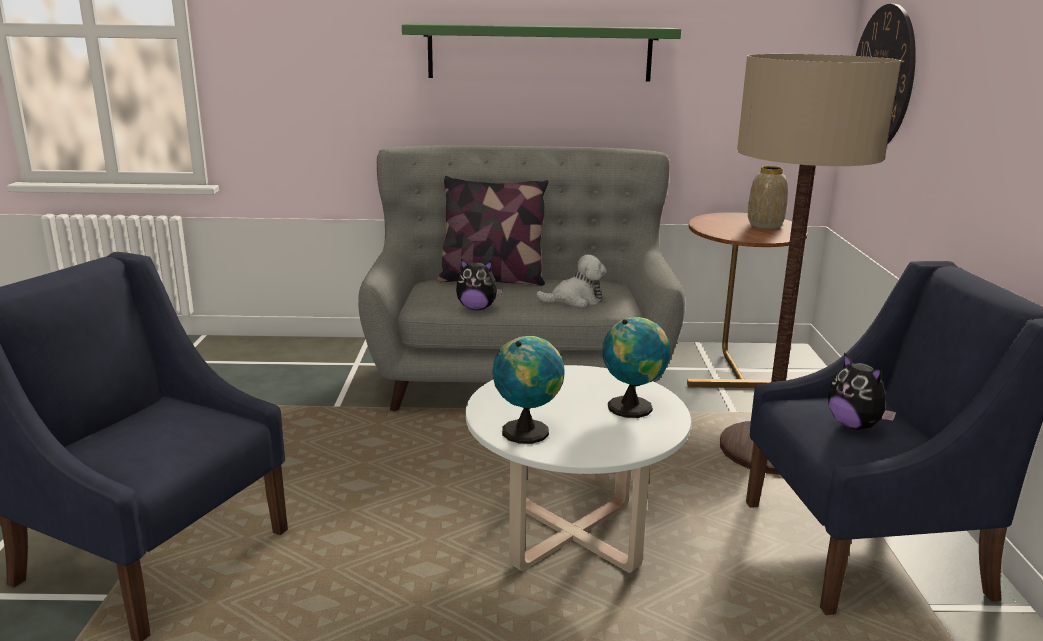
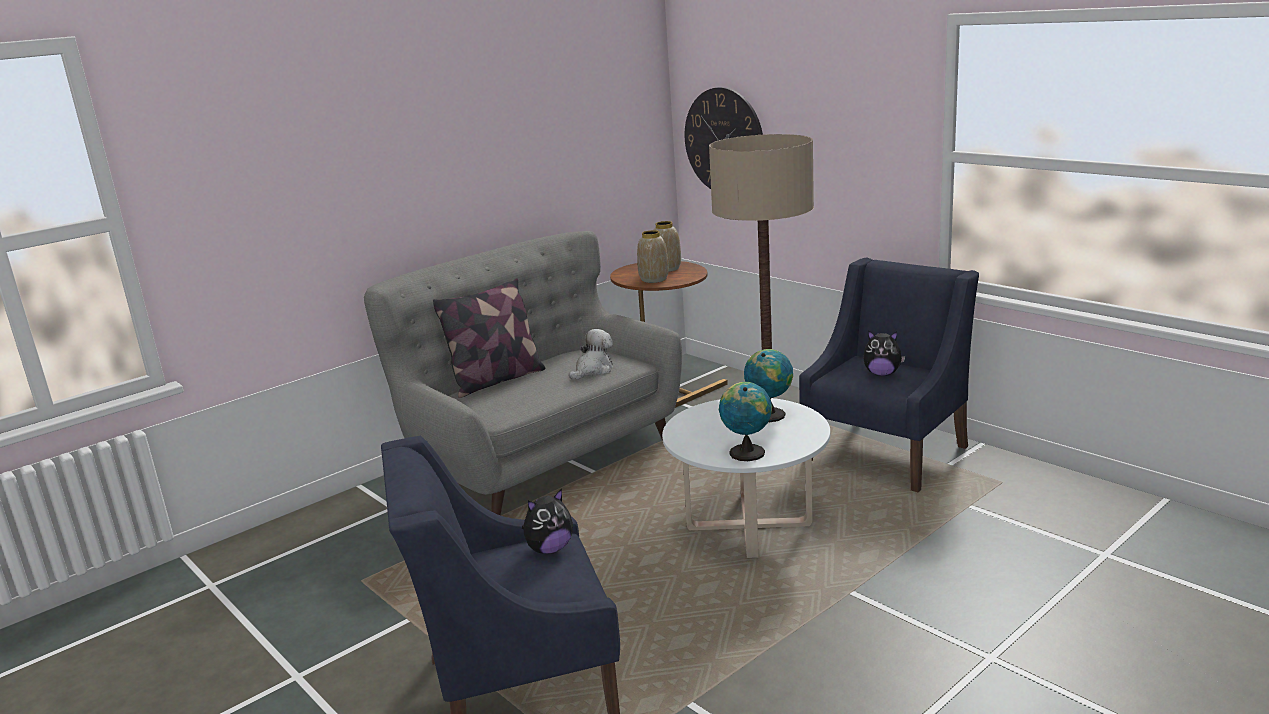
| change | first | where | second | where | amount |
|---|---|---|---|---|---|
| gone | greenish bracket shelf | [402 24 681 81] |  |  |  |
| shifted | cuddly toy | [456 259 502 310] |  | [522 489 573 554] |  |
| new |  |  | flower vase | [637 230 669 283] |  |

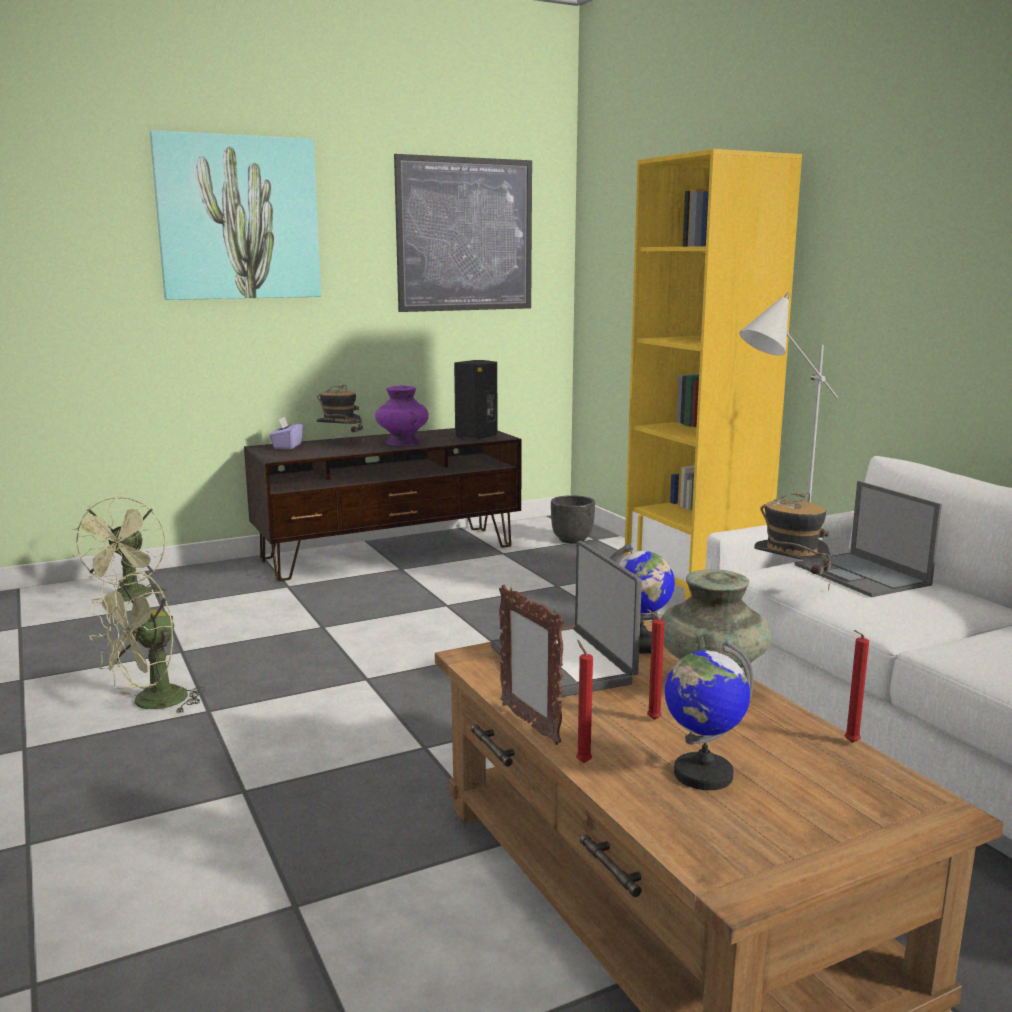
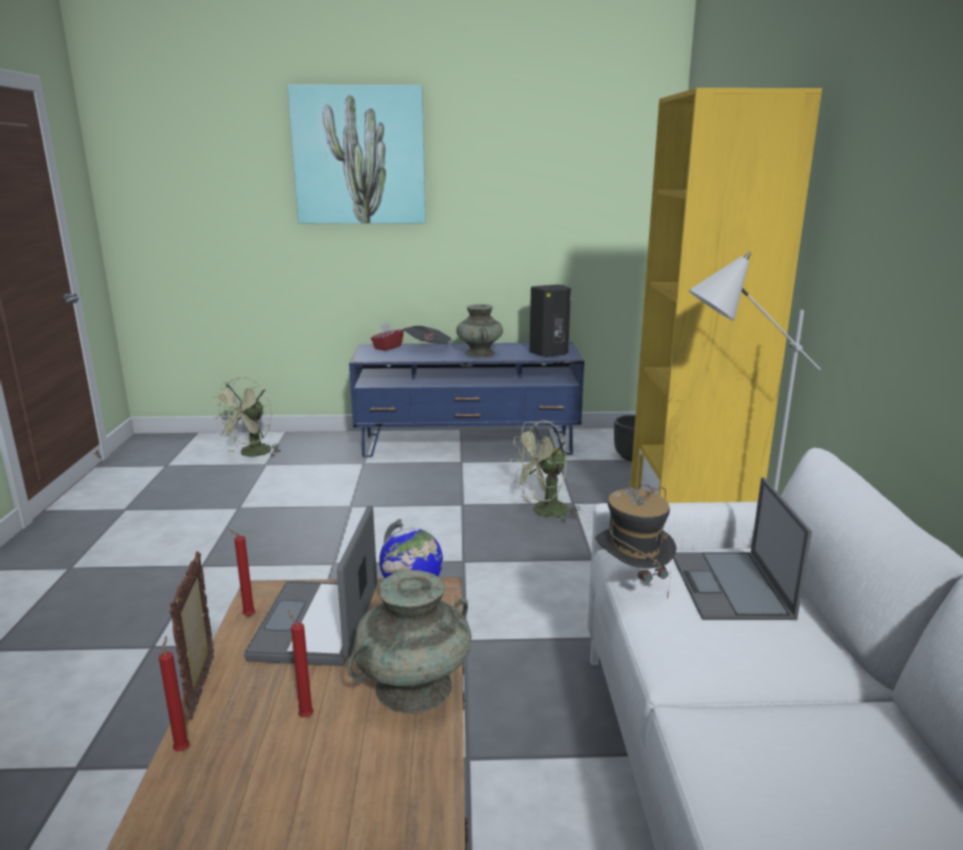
| change | first | where | second | where | amount |
|---|---|---|---|---|---|
| gone | picture | [394 154 532 312] |  |  |  |
| swapped | clothing hat | [316 385 364 443] | daily paper | [402 326 452 344] |  |
| repainted | purple flower vase | [375 385 429 446] | blue-green flower vase | [456 304 503 357] |  |
| repainted | purple tissue box | [269 417 303 449] | reddish tissue box | [371 323 404 351] |  |
| repainted | brownish tv stand | [244 428 522 581] | bluish tv stand | [349 342 584 457] |  |
| shifted | greenish electric fan | [90 572 205 714] |  | [510 420 580 523] |  |
| shifted | reddish wax candle | [845 630 869 743] |  | [228 529 255 616] |  |
| gone | world globe | [665 641 754 790] |  |  |  |

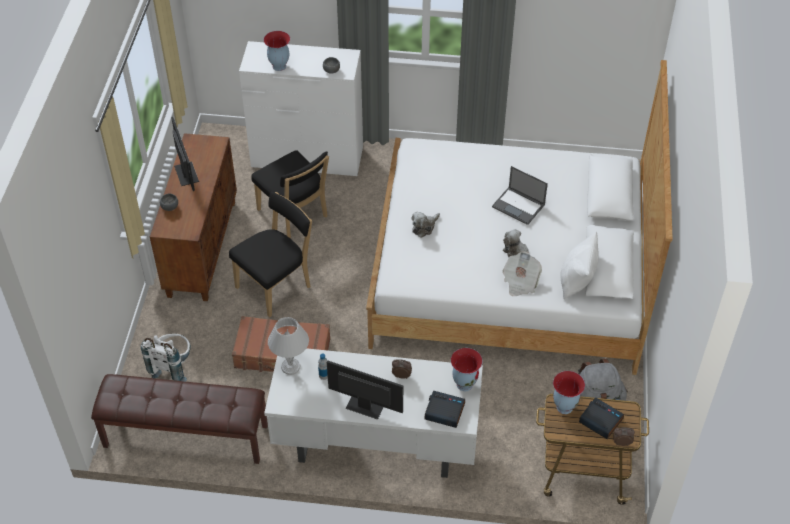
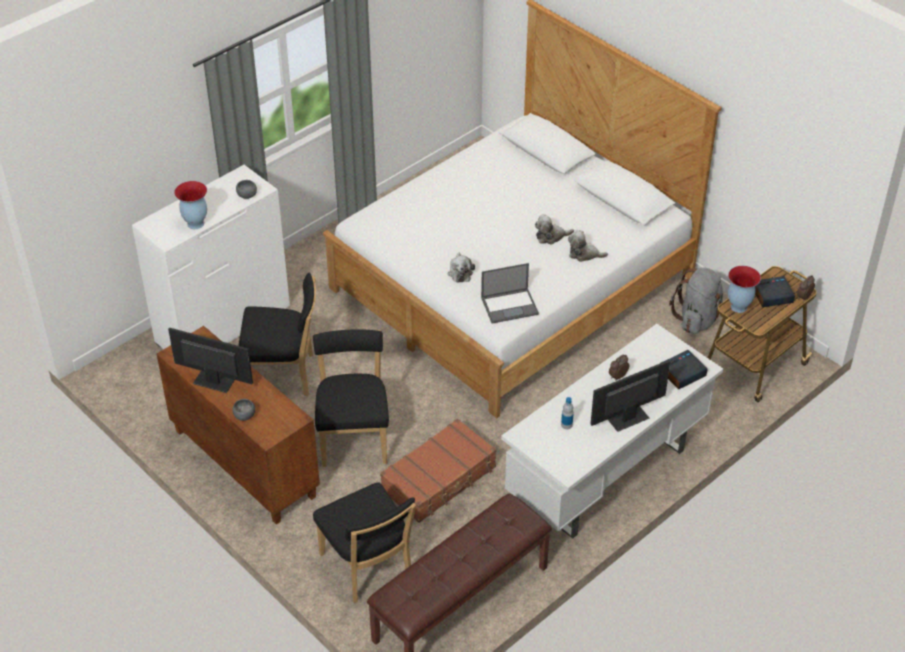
| change | first | where | second | where | amount |
|---|---|---|---|---|---|
| shifted | laptop | [492 166 548 225] |  | [481 263 539 324] |  |
| gone | white-coloured throw pillow | [560 231 599 299] |  |  |  |
| swapped | daily paper | [502 251 542 296] | cuddly toy | [568 230 608 262] |  |
| gone | white-coloured table lamp | [267 317 309 375] |  |  |  |
| swapped | white-coloured rucksack | [141 334 191 382] | black chair | [313 482 416 603] |  |
| gone | flower vase | [451 348 483 391] |  |  |  |

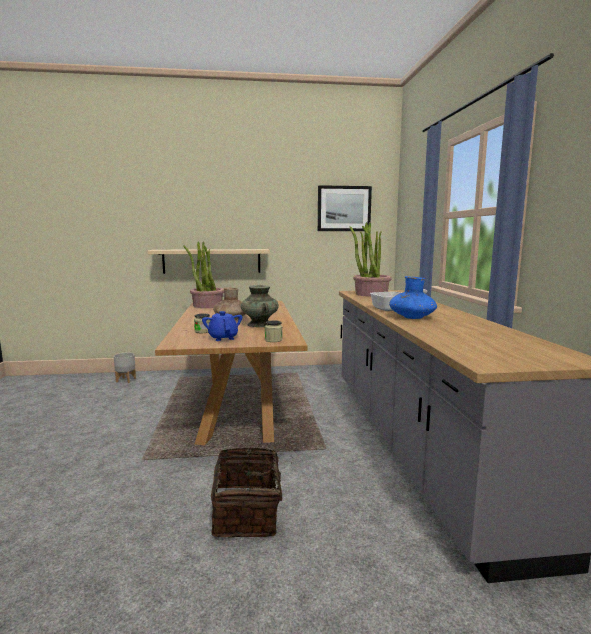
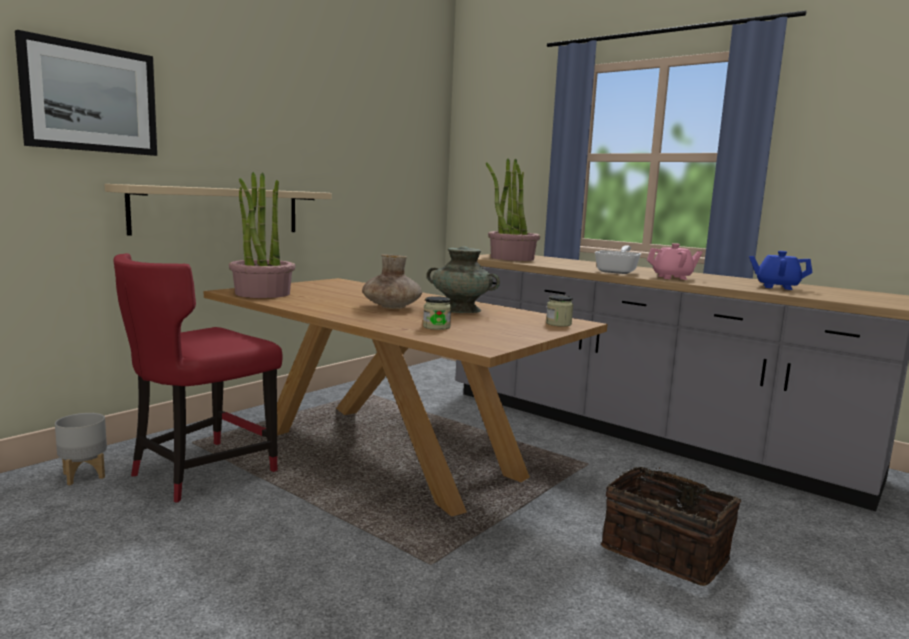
| change | first | where | second | where | amount |
|---|---|---|---|---|---|
| shifted | picture | [318 185 372 231] |  | [15 30 157 156] |  |
| swapped | bluish flower vase | [389 276 437 319] | pinkish pot for tea | [647 243 703 280] |  |
| shifted | bluish pot for tea | [202 311 242 341] |  | [749 251 813 290] |  |
| new |  |  | reddish chair | [113 253 283 503] |  |

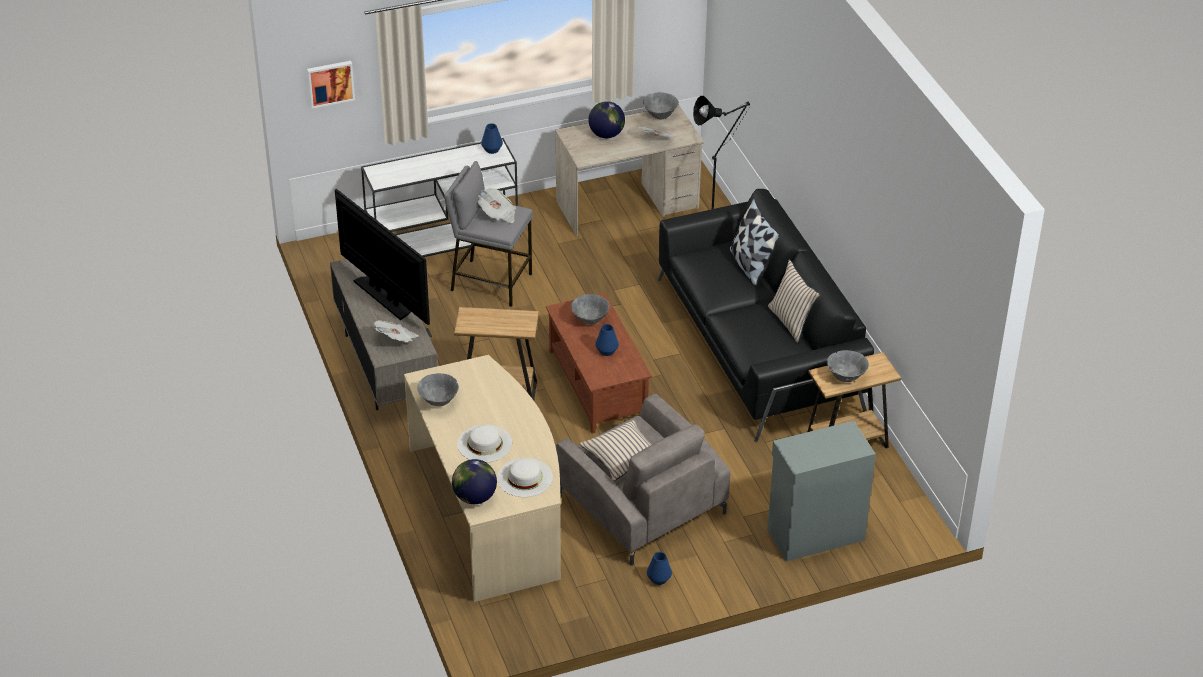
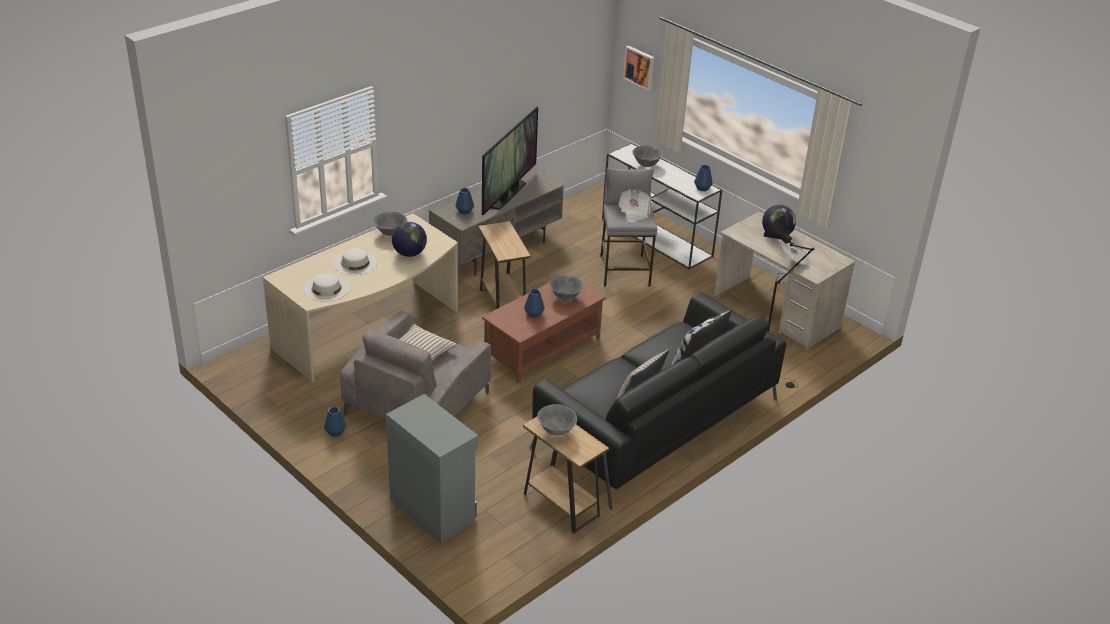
| change | first | where | second | where | amount |
|---|---|---|---|---|---|
| shifted | greyish bowl | [643 92 679 119] |  | [633 145 663 167] |  |
| swapped | daily paper | [374 320 419 343] | bluish flower vase | [455 188 474 214] |  |
| shifted | world globe | [452 459 497 504] |  | [392 222 427 257] |  |

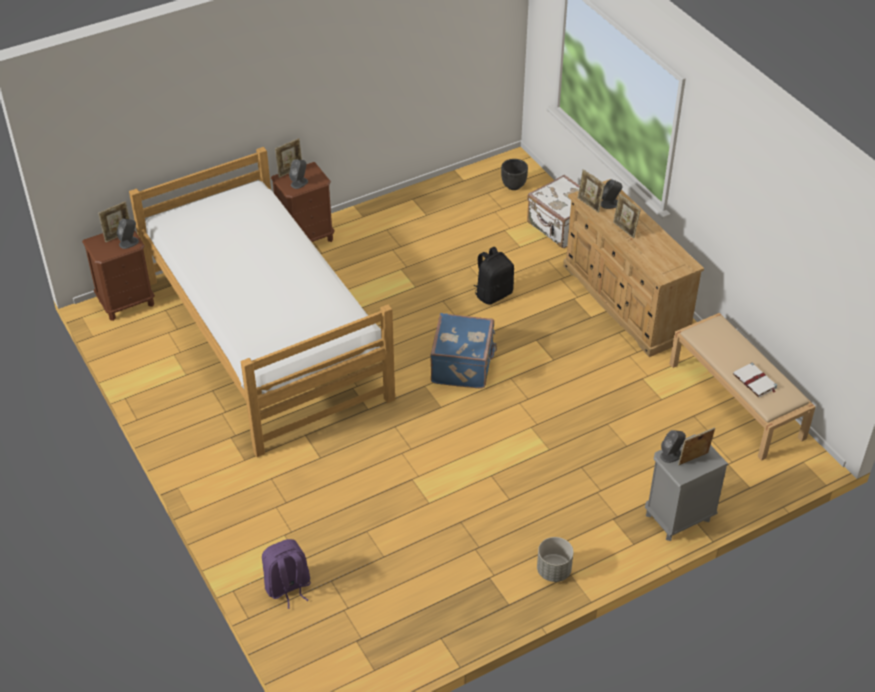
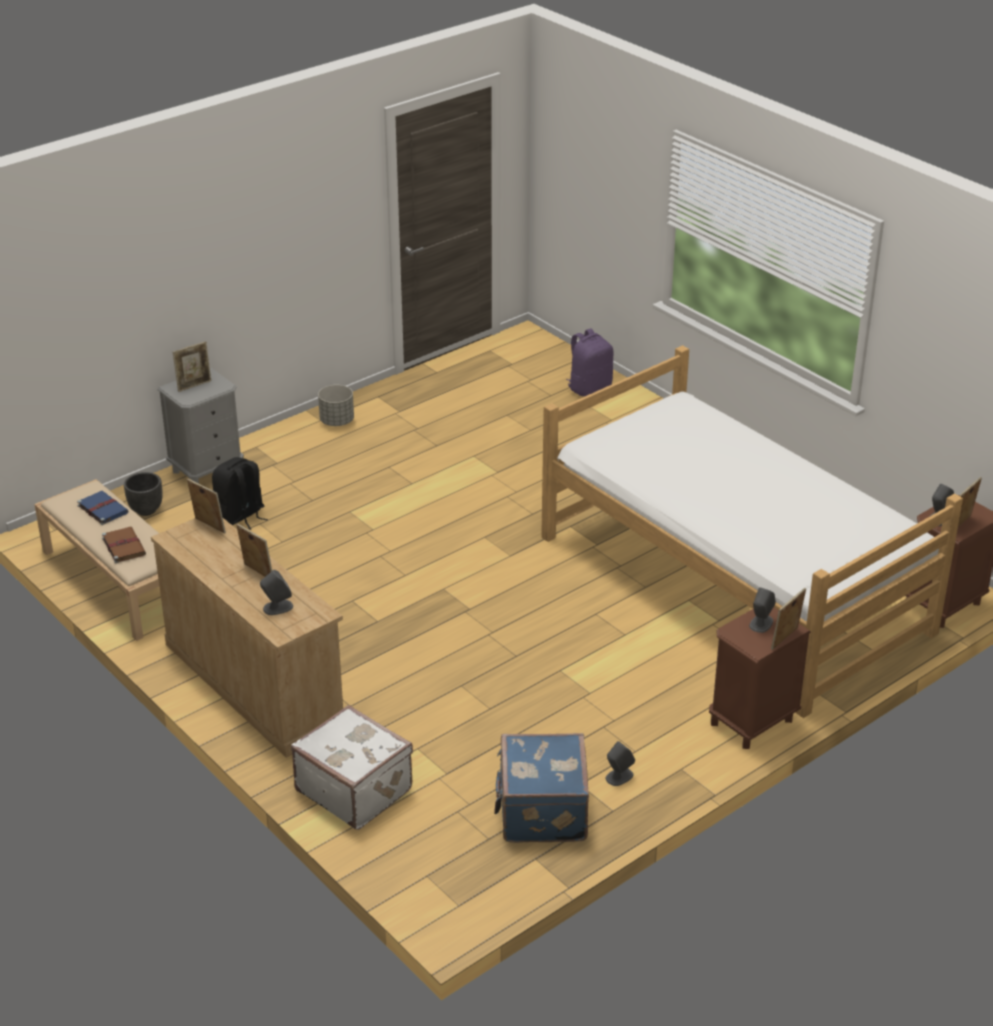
| change | first | where | second | where | amount |
|---|---|---|---|---|---|
| shifted | black flower pot | [501 159 528 190] |  | [124 472 162 516] |  |
| shifted | standing frame | [578 169 605 213] |  | [187 479 226 533] |  |
| shifted | black rucksack | [474 247 514 304] |  | [212 457 268 530] |  |
| shifted | bluish travel case | [430 313 497 389] |  | [494 733 589 843] |  |
| repainted | white-coloured bound book | [733 362 777 397] | bluish bound book | [77 491 128 525] |  |
| shifted | greyish speaker | [660 430 686 463] |  | [605 741 635 786] |  |
| new |  |  | brownish bound book | [102 527 146 563] |  |

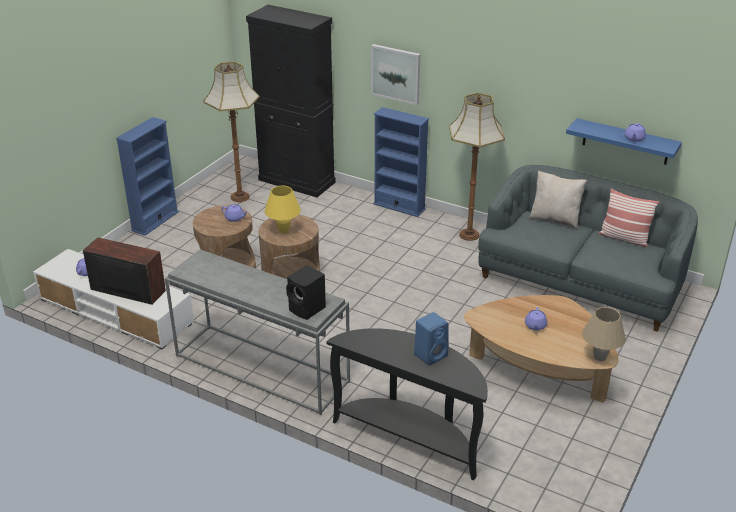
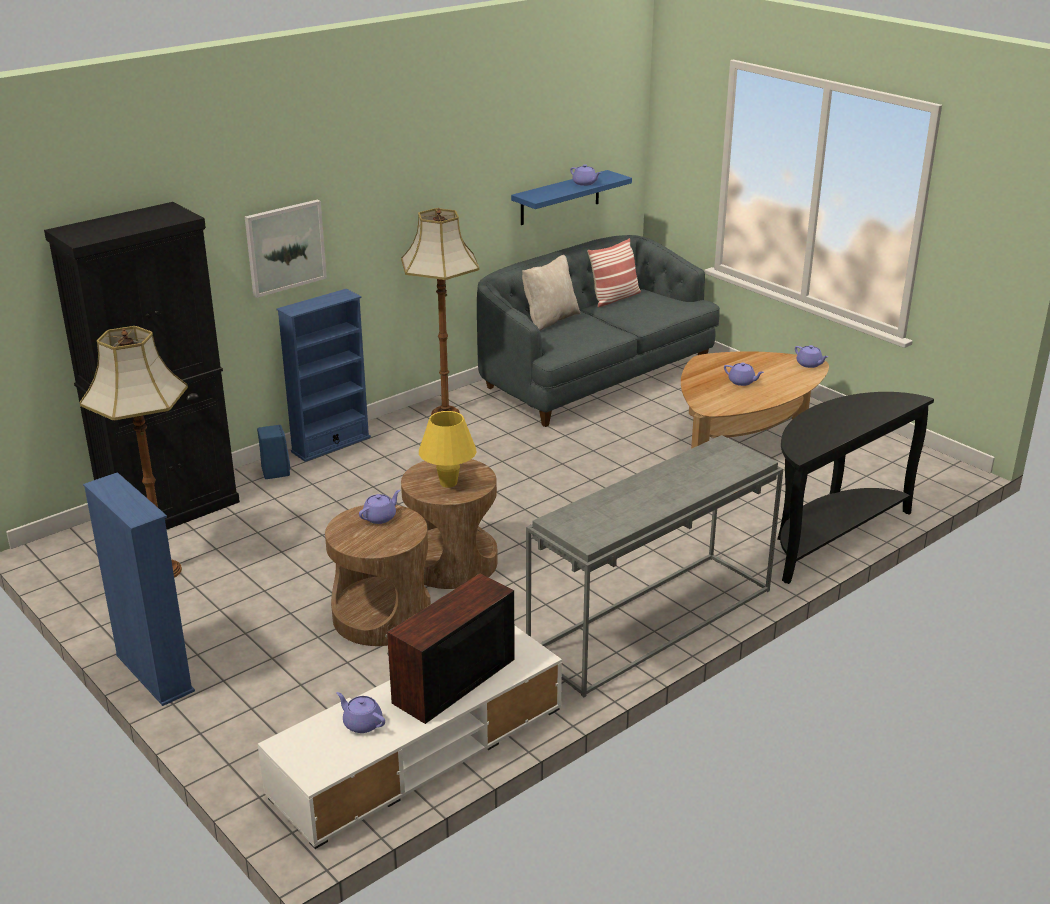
| change | first | where | second | where | amount |
|---|---|---|---|---|---|
| gone | black speaker | [286 265 326 320] |  |  |  |
| swapped | beige-coloured table lamp | [582 307 626 361] | purple pot for tea | [795 345 828 368] |  |
| shifted | bluish speaker | [414 312 449 366] |  | [257 425 290 479] |  |

